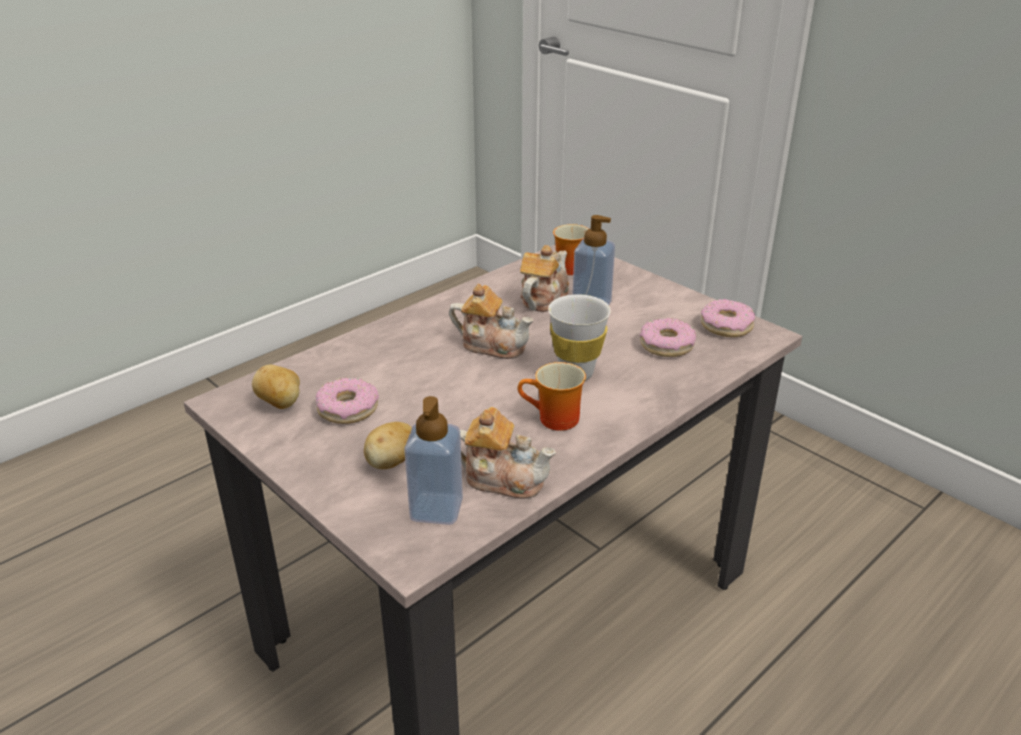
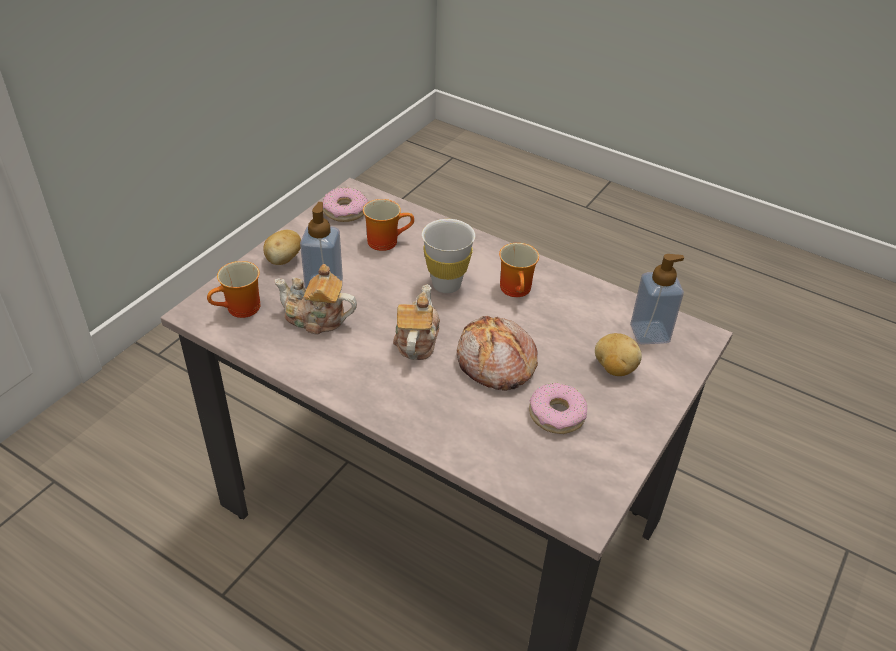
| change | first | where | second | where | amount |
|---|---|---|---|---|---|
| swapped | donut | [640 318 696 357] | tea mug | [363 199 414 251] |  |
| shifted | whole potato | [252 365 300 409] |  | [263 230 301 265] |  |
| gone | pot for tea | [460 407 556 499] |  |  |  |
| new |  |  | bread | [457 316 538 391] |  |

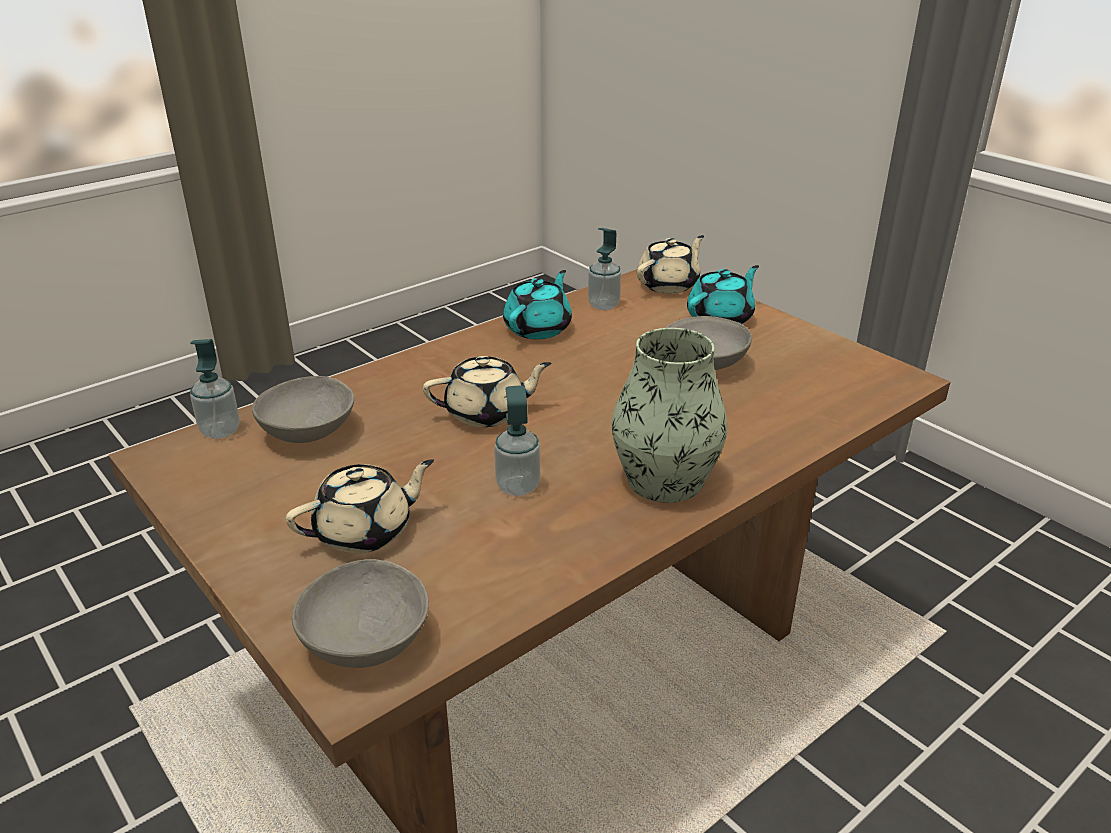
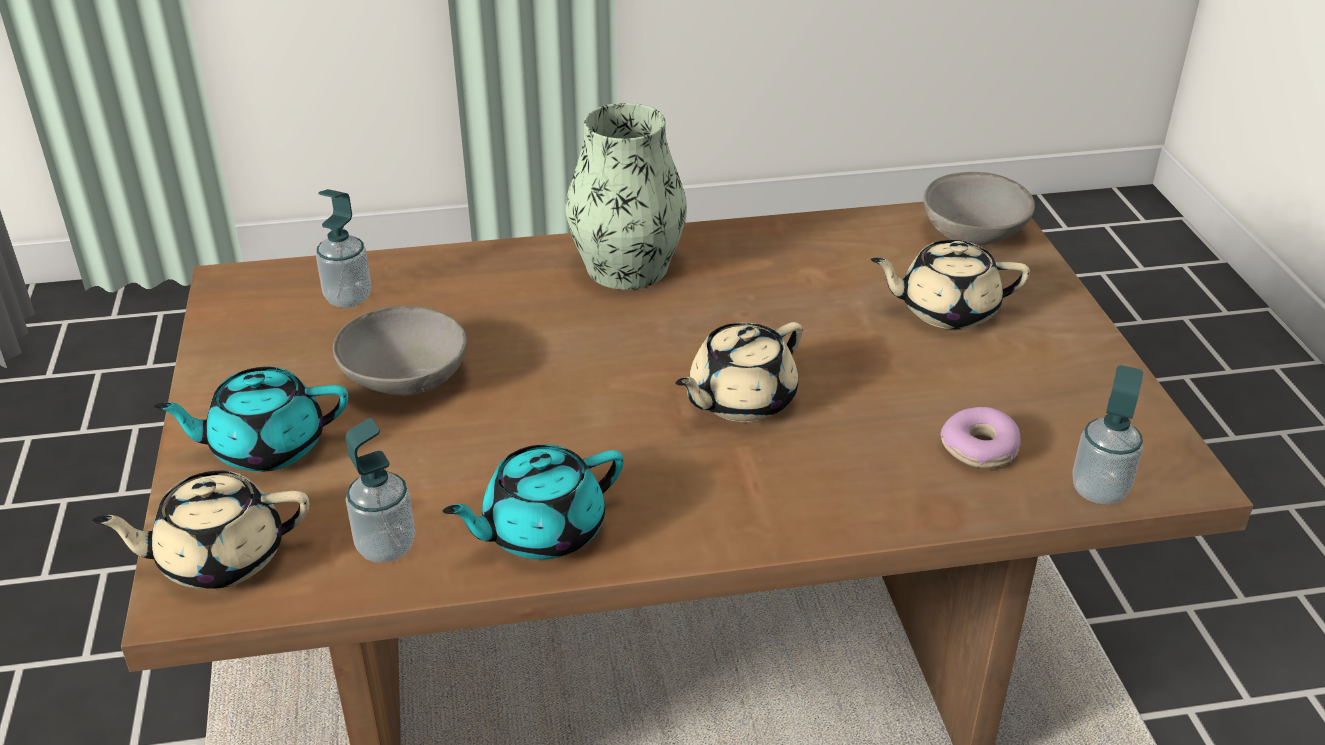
| change | first | where | second | where | amount |
|---|---|---|---|---|---|
| rotated | beige-coloured pot for tea | [423 356 551 427] |  | [675 322 803 422] | 60 degrees counterclockwise |
| swapped | greyish bowl | [252 376 354 443] | donut | [941 407 1021 468] |  |
| shifted | liquid soap bottle | [494 385 540 496] |  | [316 189 371 308] |  |

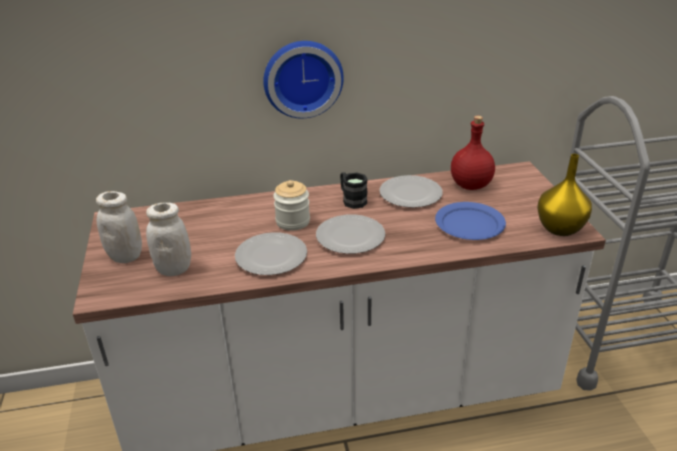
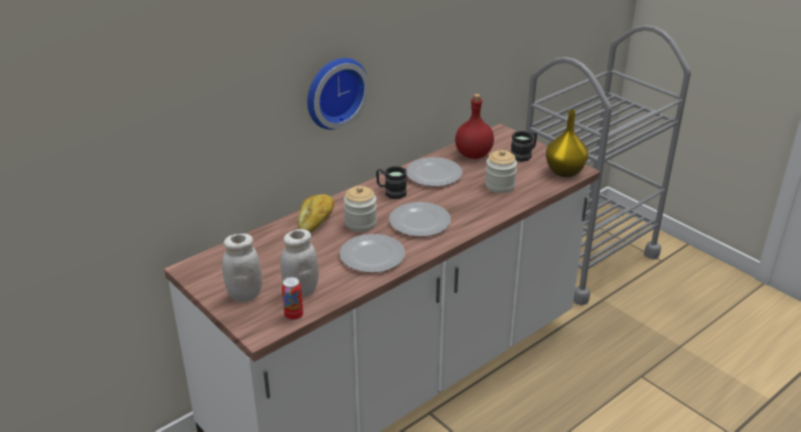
| change | first | where | second | where | amount |
|---|---|---|---|---|---|
| swapped | bluish dinner plate | [435 202 506 240] | storage jar | [485 150 517 193] |  |
| new |  |  | black tea mug | [511 131 537 162] |  |
| new |  |  | bread | [298 194 334 233] |  |
| new |  |  | sealed can | [282 277 303 320] |  |

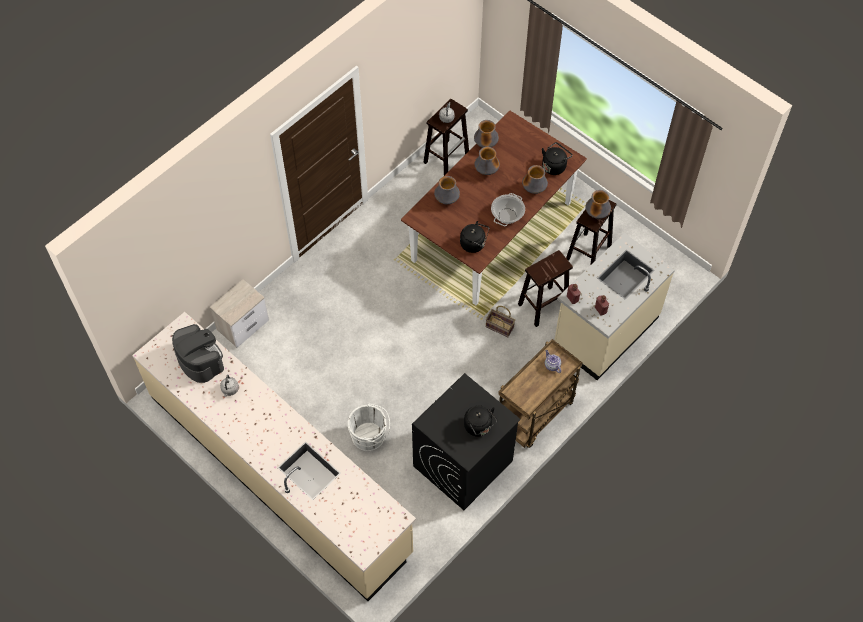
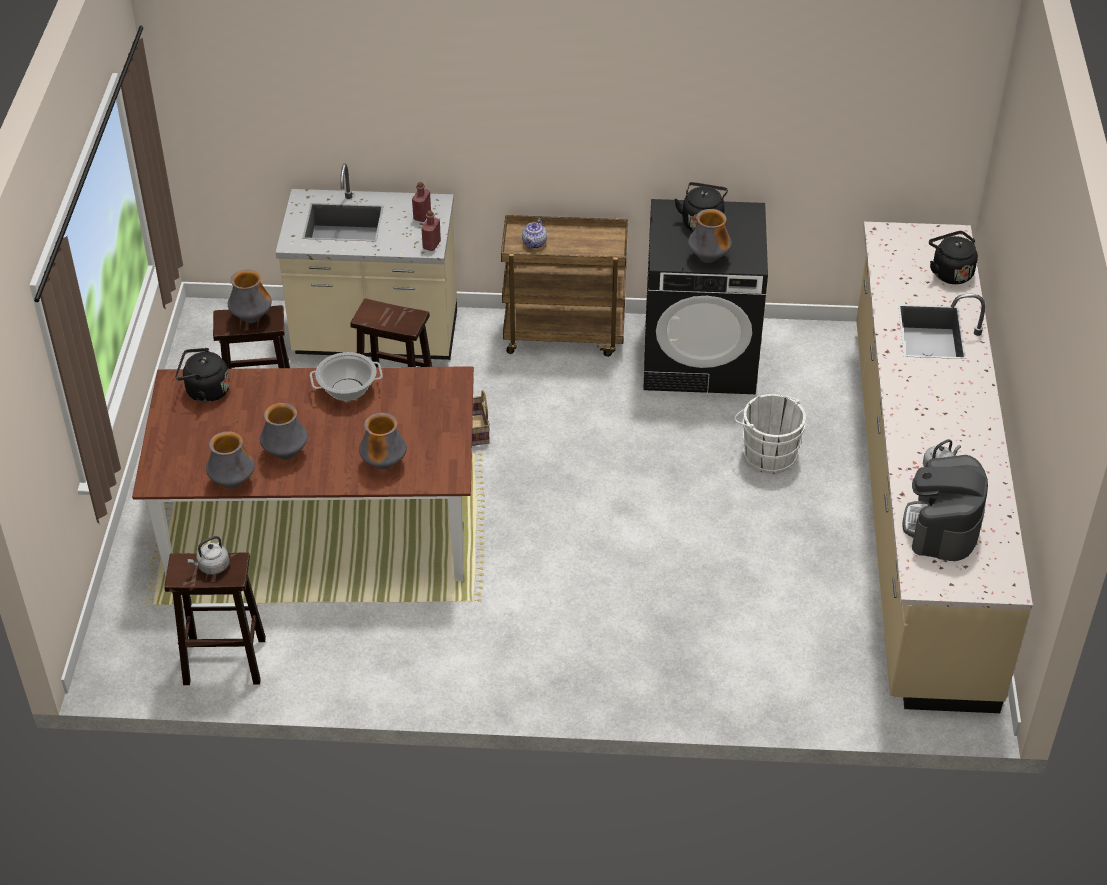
| change | first | where | second | where | amount |
|---|---|---|---|---|---|
| shifted | flower vase | [522 165 548 194] |  | [688 209 732 263] |  |
| shifted | black water kettle | [460 221 489 253] |  | [929 231 978 284] |  |
| gone | night table | [210 279 269 348] |  |  |  |

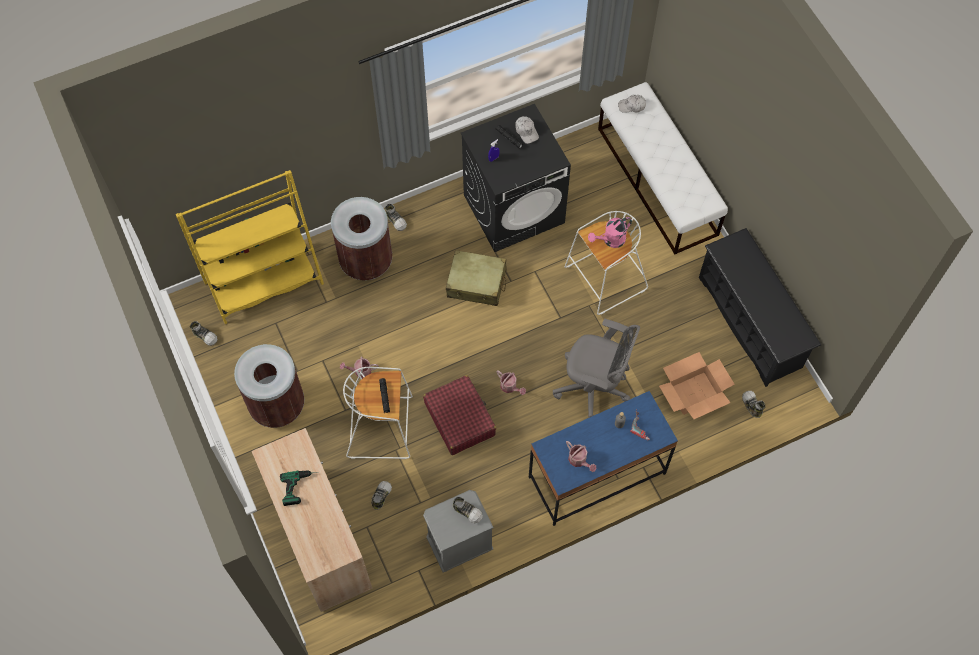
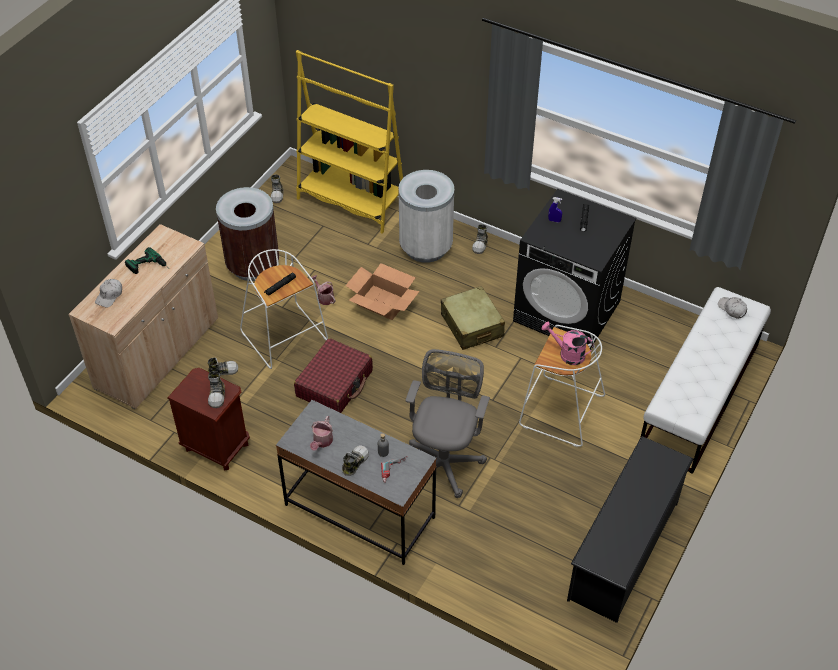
| change | first | where | second | where | amount |
|---|---|---|---|---|---|
| shifted | white-coloured baseball cap | [515 116 539 144] |  | [95 279 122 308] |  |
| repainted | brownish rubbish bin | [331 197 392 280] | white-coloured rubbish bin | [398 170 454 263] |  |
| rotated | greyish desk chair | [553 319 640 418] |  | [405 349 490 498] | 150 degrees counterclockwise |
| shifted | carton | [659 352 735 419] |  | [345 263 420 320] |  |
| gone | watering pot | [496 370 526 395] |  |  |  |
| repainted | bluish desk unit | [529 391 678 526] | greyish desk unit | [276 400 437 565] |  |
| shifted | shoe | [742 391 765 418] |  | [342 445 369 476] |  |
| repainted | greyish night table | [423 490 494 572] | brownish night table | [167 368 250 471] |  |

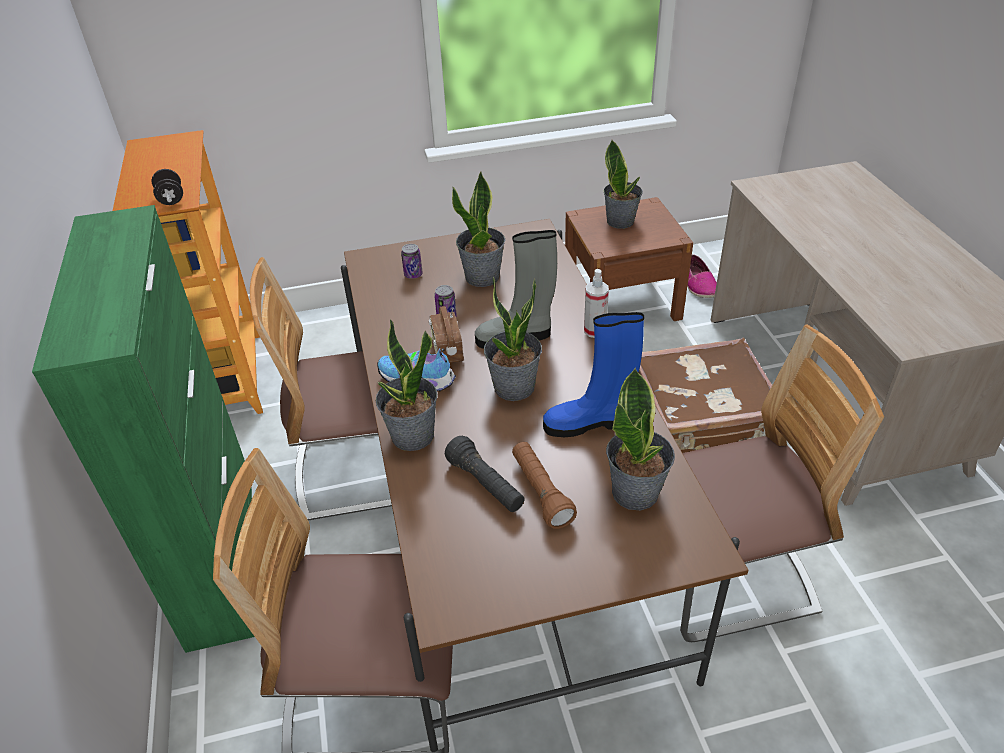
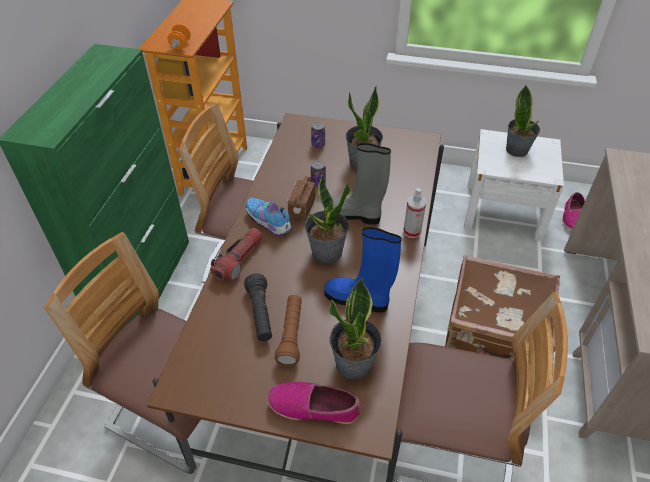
| change | first | where | second | where | amount |
|---|---|---|---|---|---|
| repainted | black free weight | [152 169 183 205] | orange free weight | [167 24 190 50] |  |
| repainted | brownish night table | [565 197 693 321] | white-coloured night table | [464 129 564 241] |  |
| swapped | potted plant | [376 319 437 451] | flashlight | [210 228 263 281] |  |
| new |  |  | shoe | [267 382 361 424] |  |

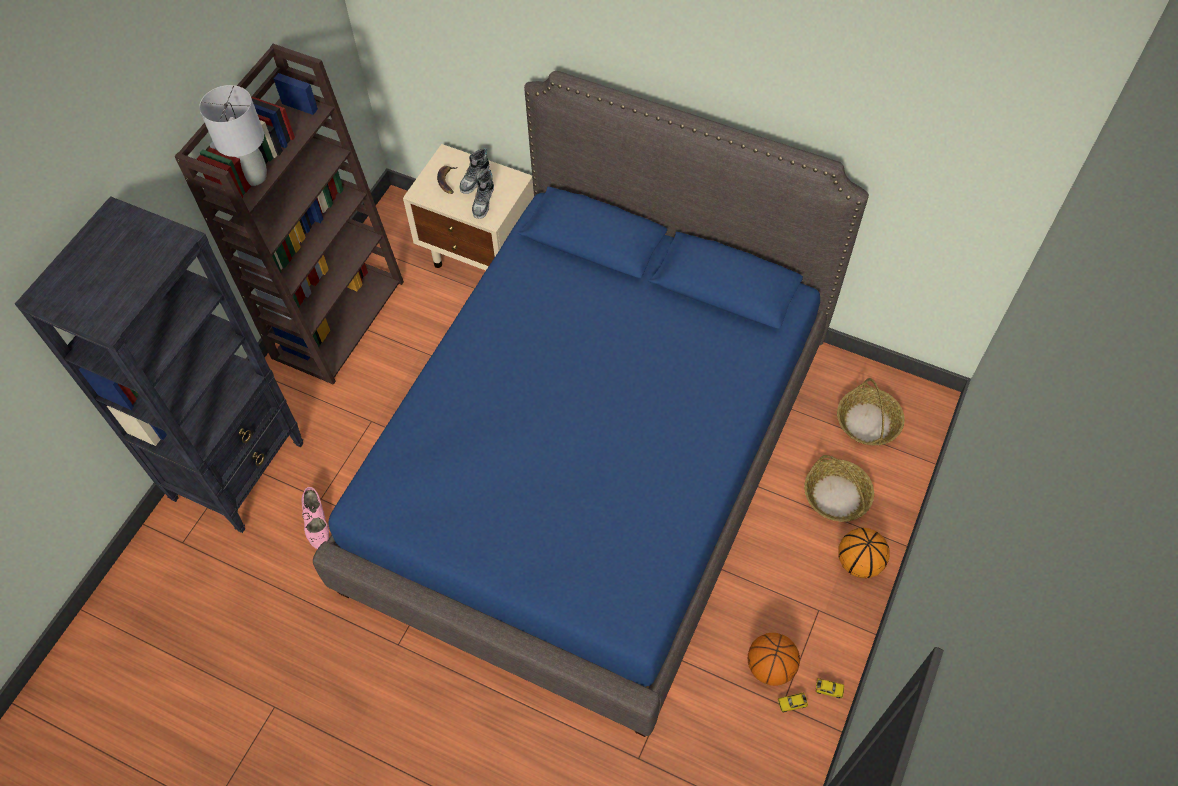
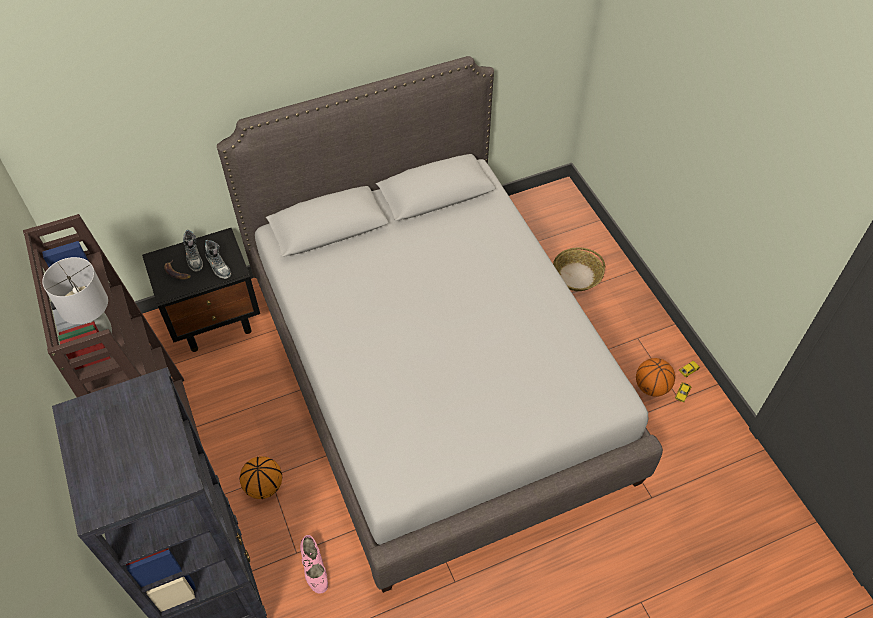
| change | first | where | second | where | amount |
|---|---|---|---|---|---|
| repainted | bluish sleeping bed | [313 71 869 737] | greyish sleeping bed | [217 56 663 593] |  |
| repainted | beige-coloured night table | [403 144 534 271] | black night table | [142 228 260 352] |  |
| gone | storage basket | [837 378 905 445] |  |  |  |
| rotated | pinkish shoe | [301 487 329 549] |  | [300 535 328 593] | 45 degrees clockwise |
| shifted | basketball ball | [838 528 890 578] |  | [239 456 282 499] |  |

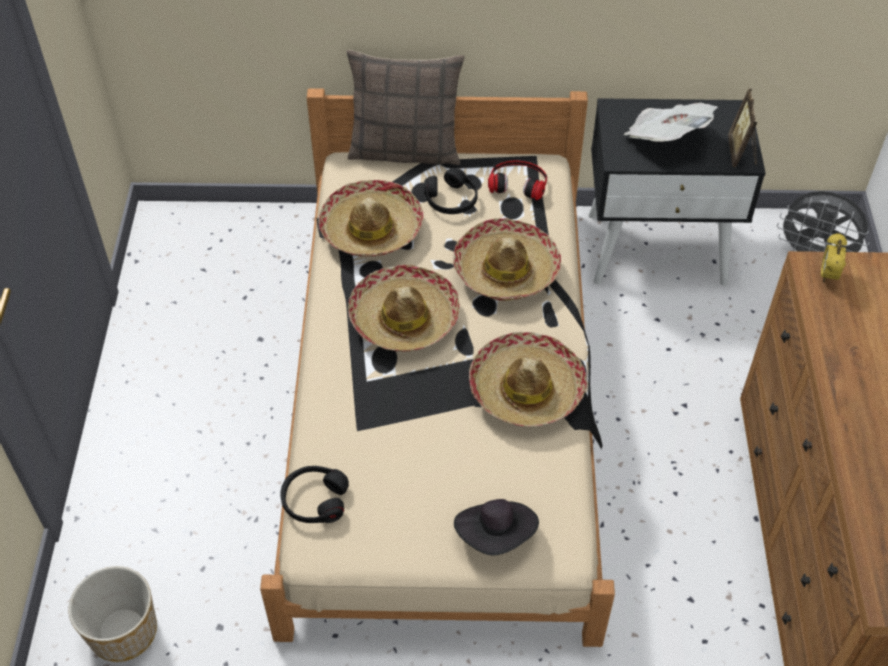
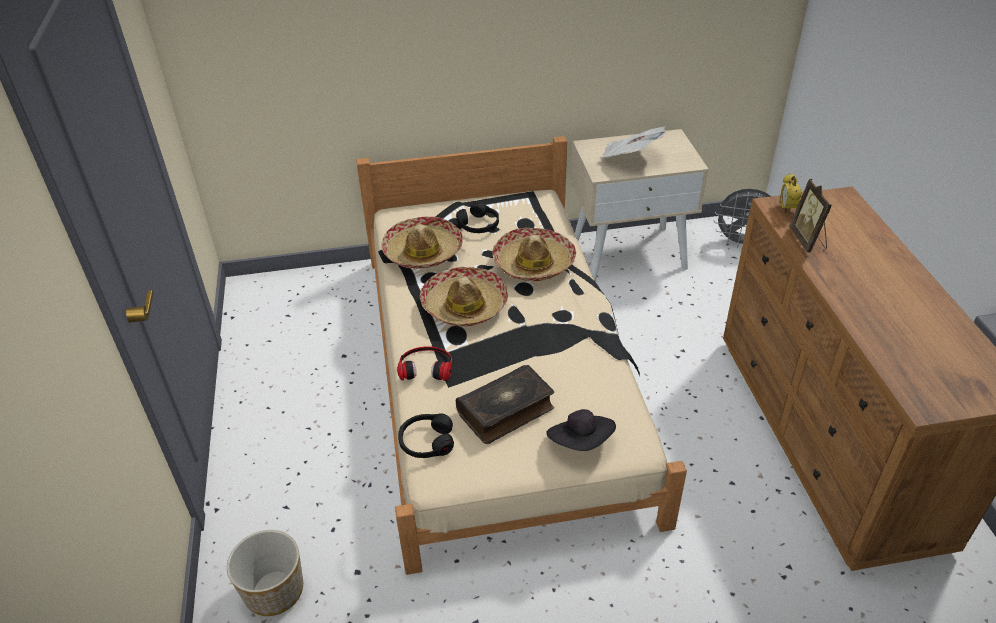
| change | first | where | second | where | amount |
|---|---|---|---|---|---|
| gone | throw pillow | [347 50 465 165] |  |  |  |
| shifted | standing frame | [728 88 757 167] |  | [789 179 832 253] |  |
| repainted | black night table | [589 98 766 286] | beige-coloured night table | [571 129 709 281] |  |
| shifted | headphones | [488 161 547 200] |  | [397 347 452 381] |  |
| gone | clothing hat | [469 332 587 426] |  |  |  |
| new |  |  | bound book | [456 365 554 444] |  |

